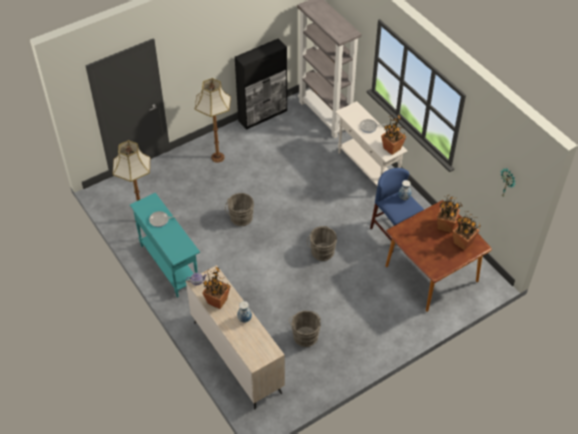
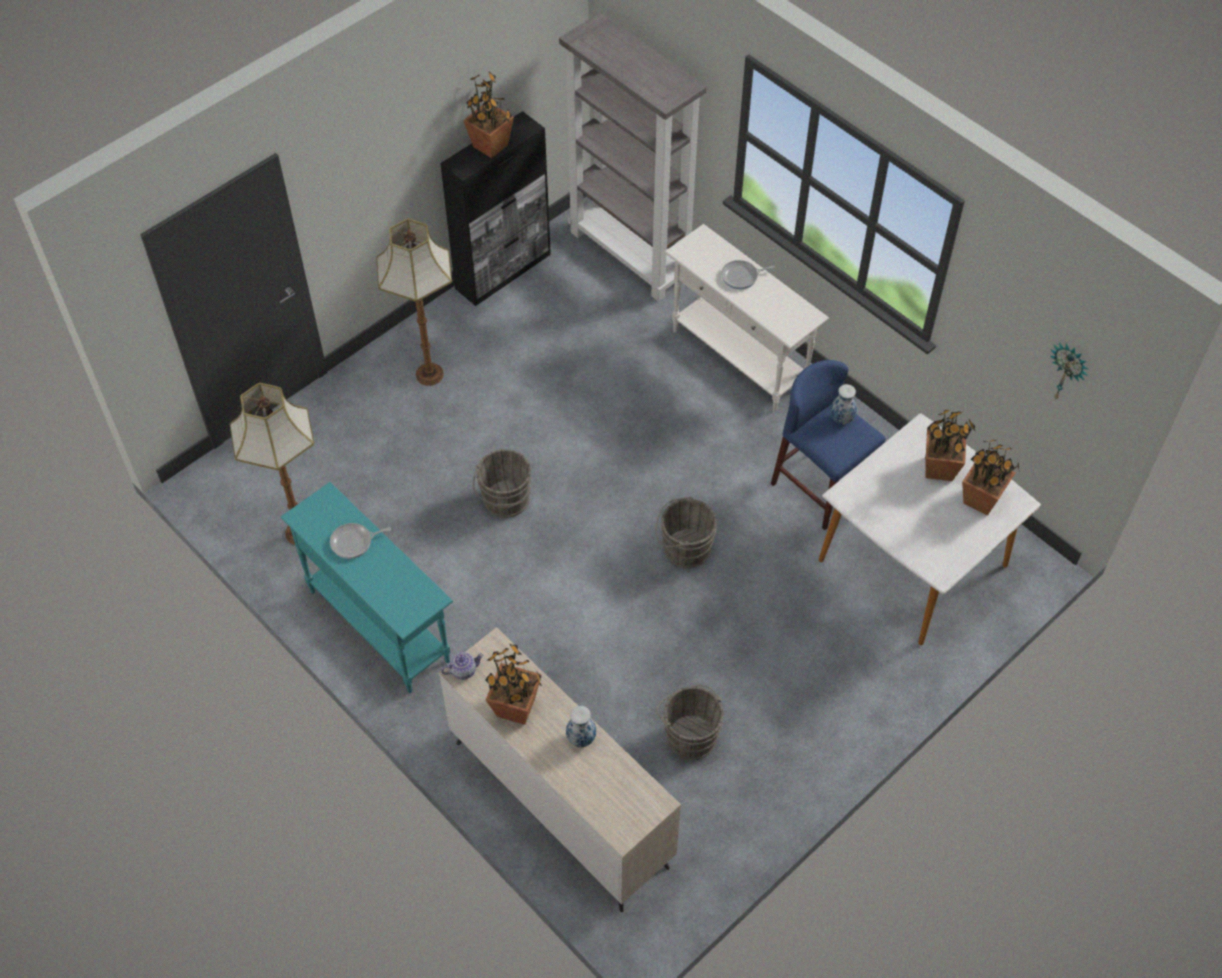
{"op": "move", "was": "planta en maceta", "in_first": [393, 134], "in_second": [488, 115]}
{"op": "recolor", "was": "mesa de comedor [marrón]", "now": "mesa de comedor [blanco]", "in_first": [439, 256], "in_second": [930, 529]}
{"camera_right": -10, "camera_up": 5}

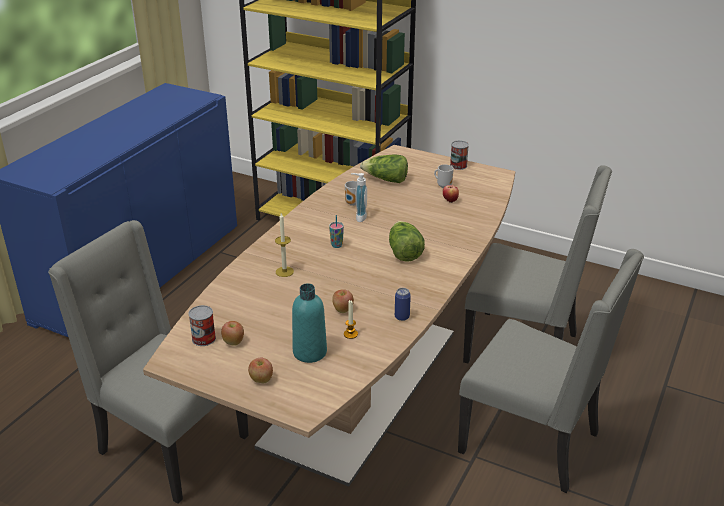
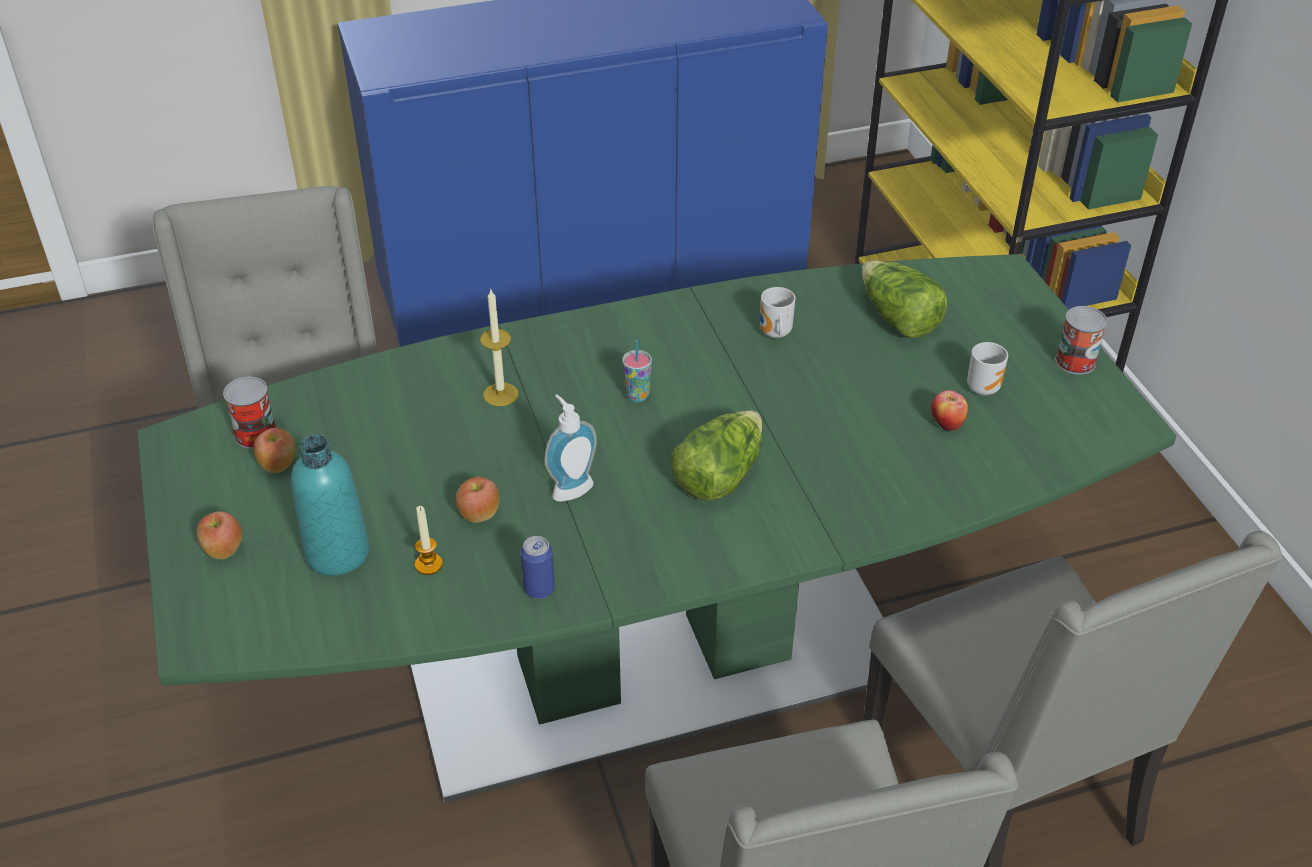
{"op": "recolor", "was": "mesa de comedor [marrón]", "now": "mesa de comedor [verde]", "in_first": [329, 316], "in_second": [656, 528]}
{"op": "move", "was": "dispensador de jabón", "in_first": [359, 197], "in_second": [571, 448]}
{"camera_right": 45, "camera_up": 10}

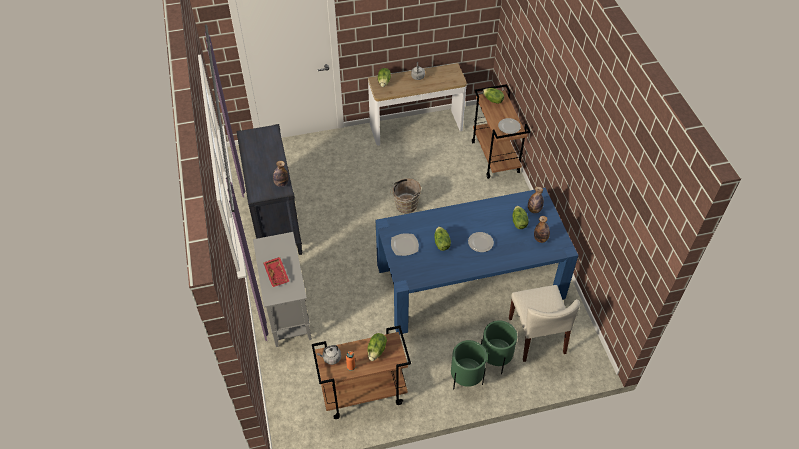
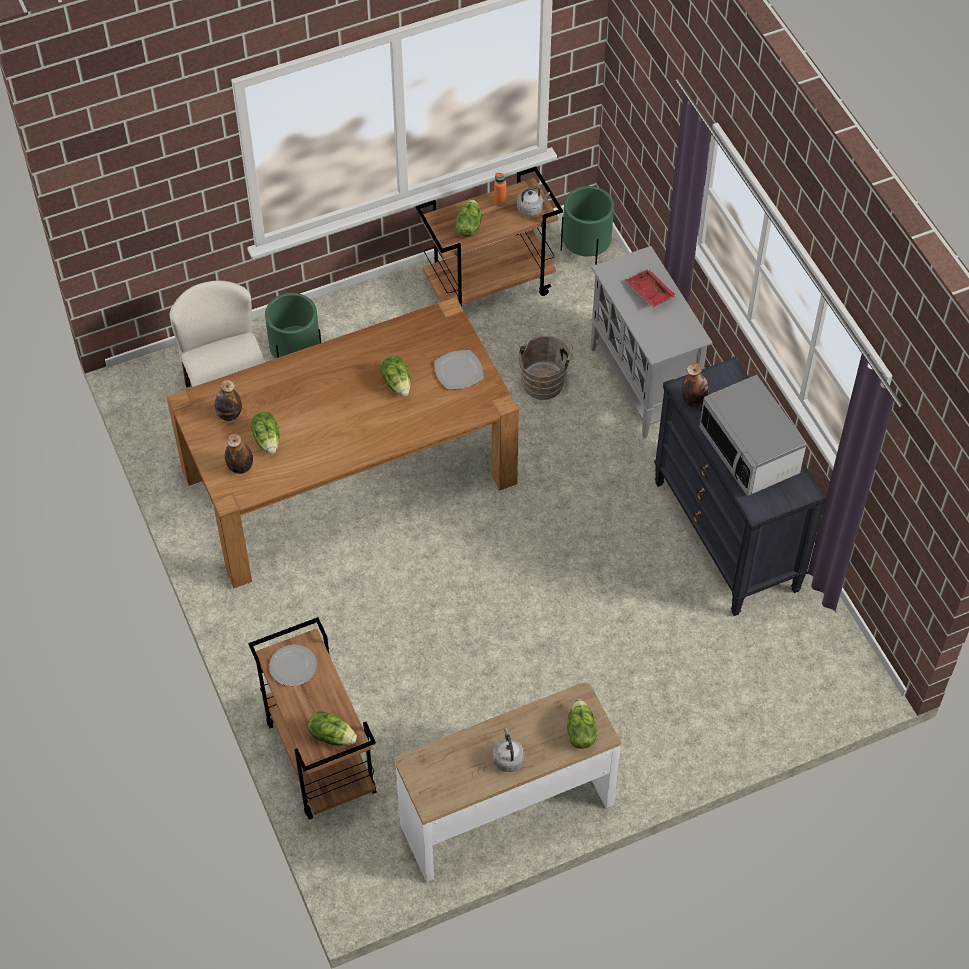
{"op": "recolor", "was": "mesa de comedor [azul]", "now": "mesa de comedor [marrón]", "in_first": [477, 261], "in_second": [342, 442]}
{"op": "move", "was": "cubo [marrón]", "in_first": [405, 195], "in_second": [546, 365]}
{"op": "move", "was": "maceta [verde]", "in_first": [469, 364], "in_second": [587, 225]}
{"op": "insert", "now": "microondas", "in_second": [753, 435]}
{"op": "delete", "was": "plato", "in_first": [481, 242]}
{"camera_right": 170, "camera_up": 5}

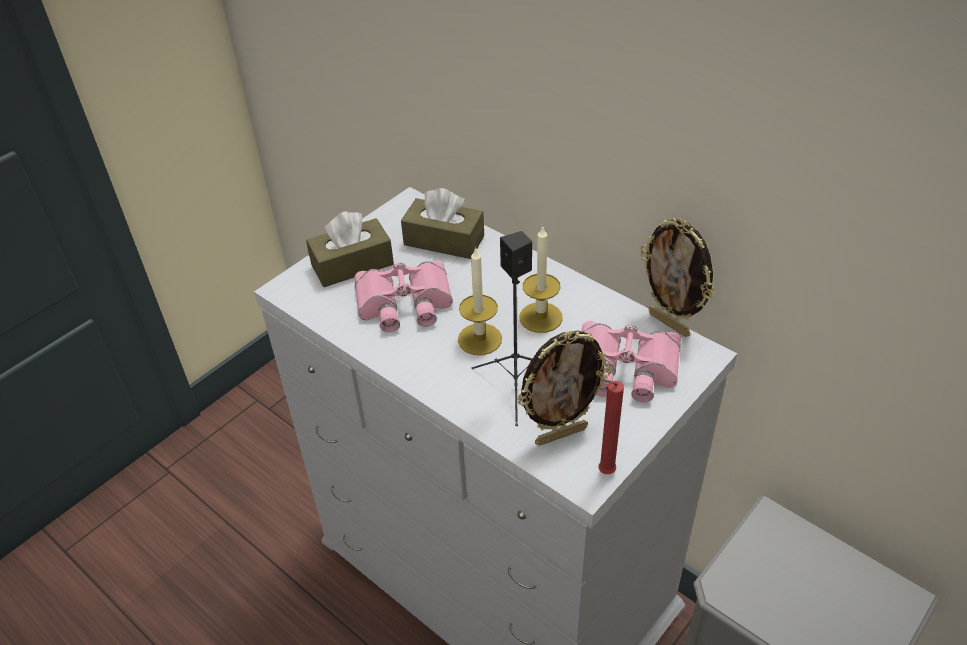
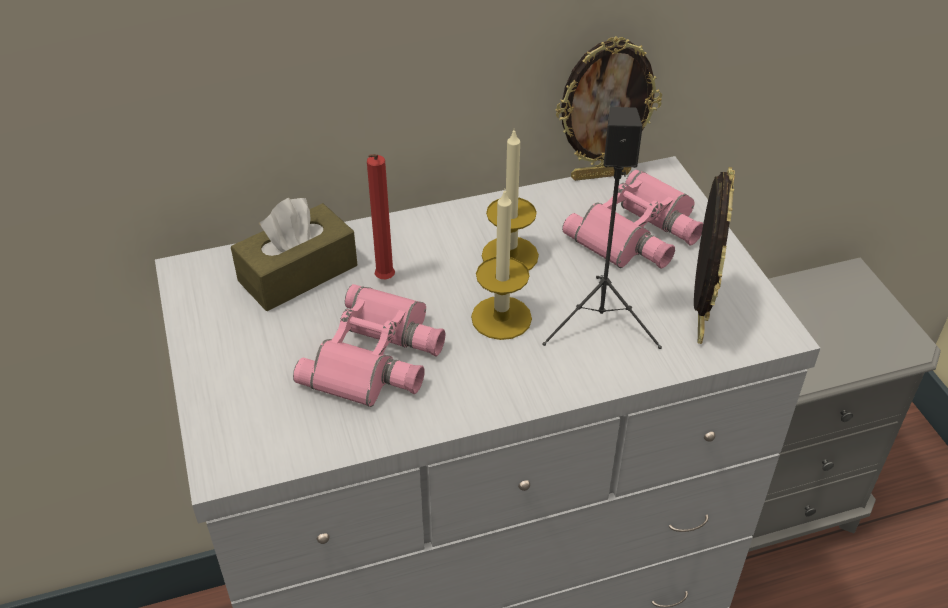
{"op": "move", "was": "vela [rojo]", "in_first": [611, 426], "in_second": [381, 216]}
{"op": "delete", "was": "caja de pañuelos [marrón]", "in_first": [350, 249]}
{"camera_right": -60, "camera_up": 0}

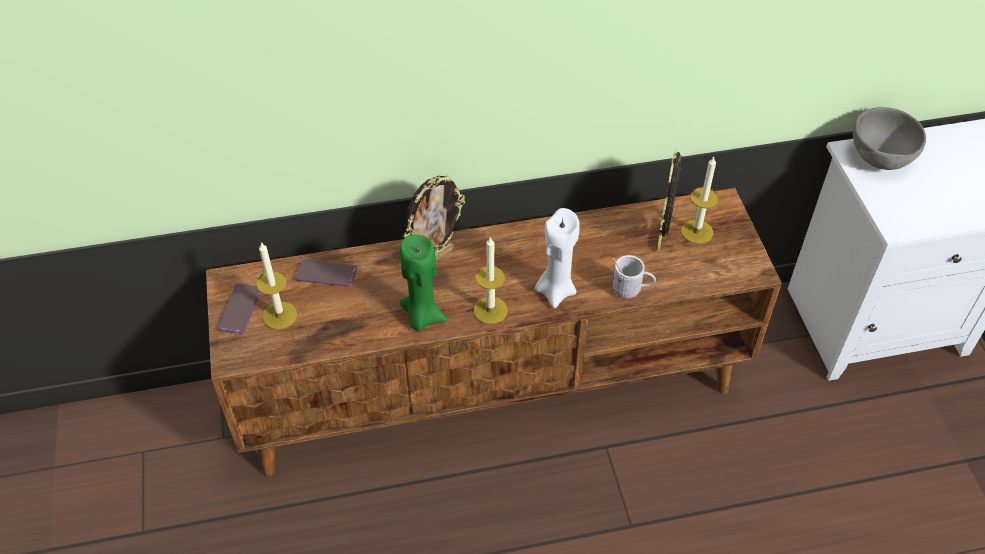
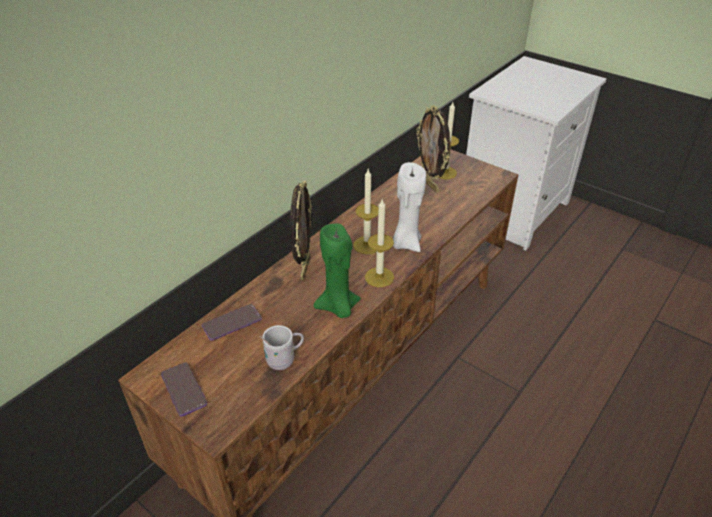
{"op": "move", "was": "taza grande [blanco]", "in_first": [634, 277], "in_second": [282, 347]}
{"op": "move", "was": "vela", "in_first": [276, 285], "in_second": [365, 211]}
{"op": "delete", "was": "cuenco [gris]", "in_first": [889, 138]}
{"camera_right": -40, "camera_up": -10}

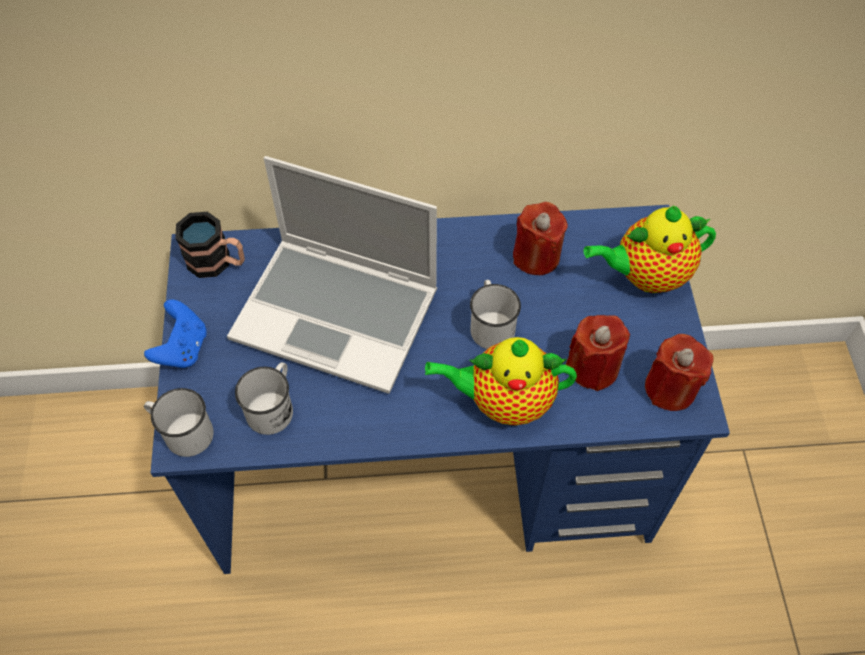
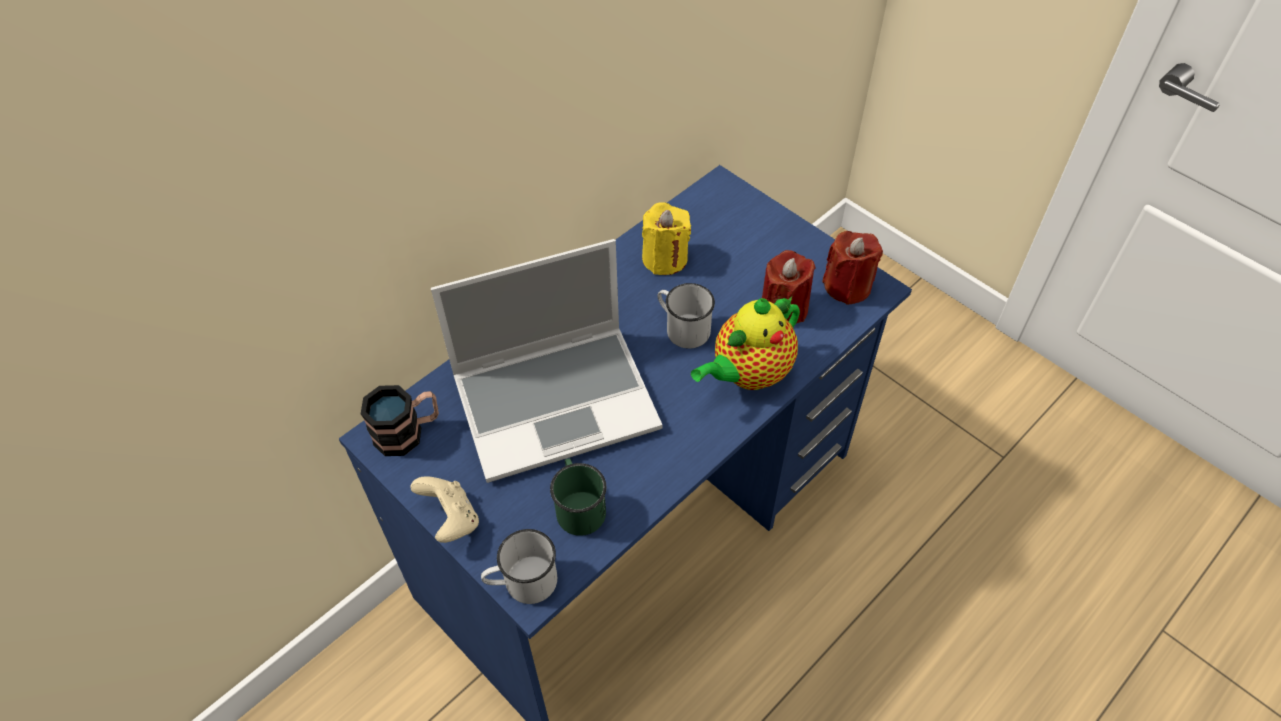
{"op": "recolor", "was": "mando de consola [azul]", "now": "mando de consola [beis]", "in_first": [175, 333], "in_second": [444, 509]}
{"op": "recolor", "was": "taza grande [blanco]", "now": "taza grande [verde]", "in_first": [264, 398], "in_second": [578, 497]}
{"op": "recolor", "was": "vela [rojo]", "now": "vela [amarillo]", "in_first": [540, 238], "in_second": [666, 238]}
{"op": "delete", "was": "tetera", "in_first": [650, 249]}
{"camera_right": -40, "camera_up": -5}

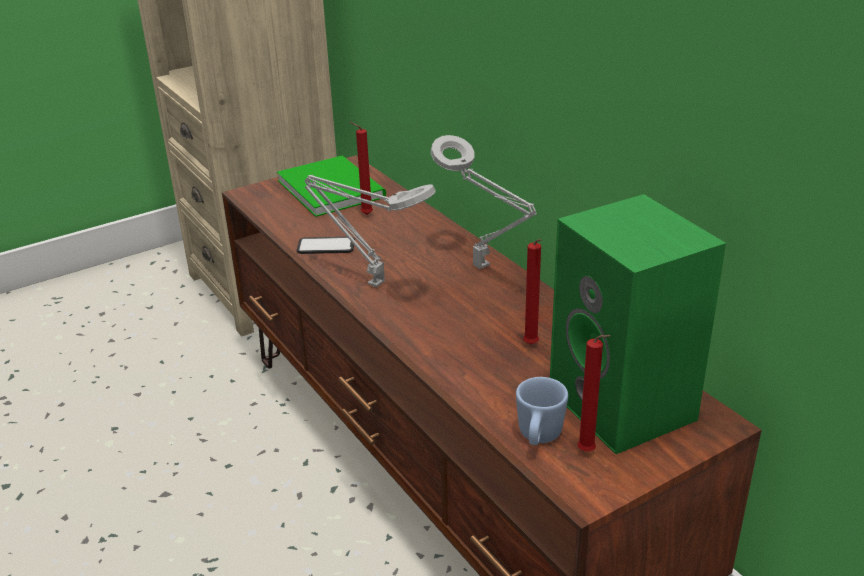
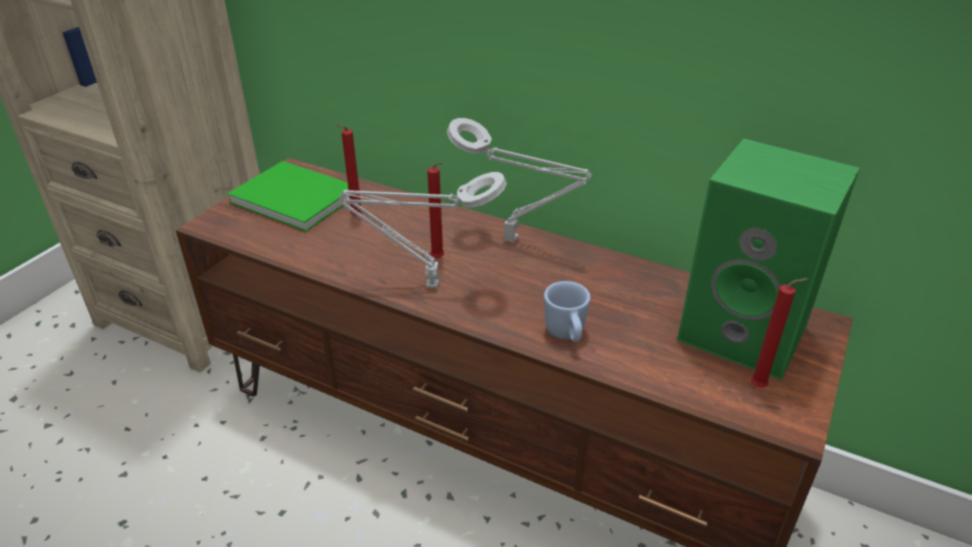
{"op": "move", "was": "vela [rojo]", "in_first": [532, 291], "in_second": [435, 210]}
{"op": "move", "was": "taza grande [azul]", "in_first": [542, 411], "in_second": [567, 311]}
{"op": "delete", "was": "móvil", "in_first": [326, 245]}
{"camera_right": -30, "camera_up": 5}

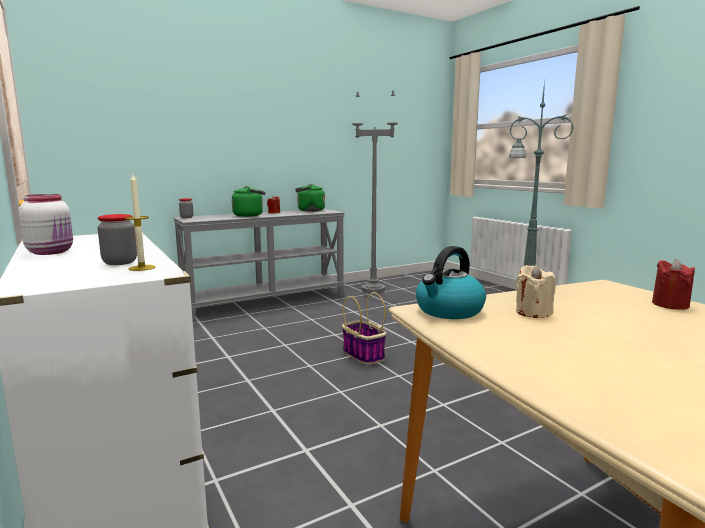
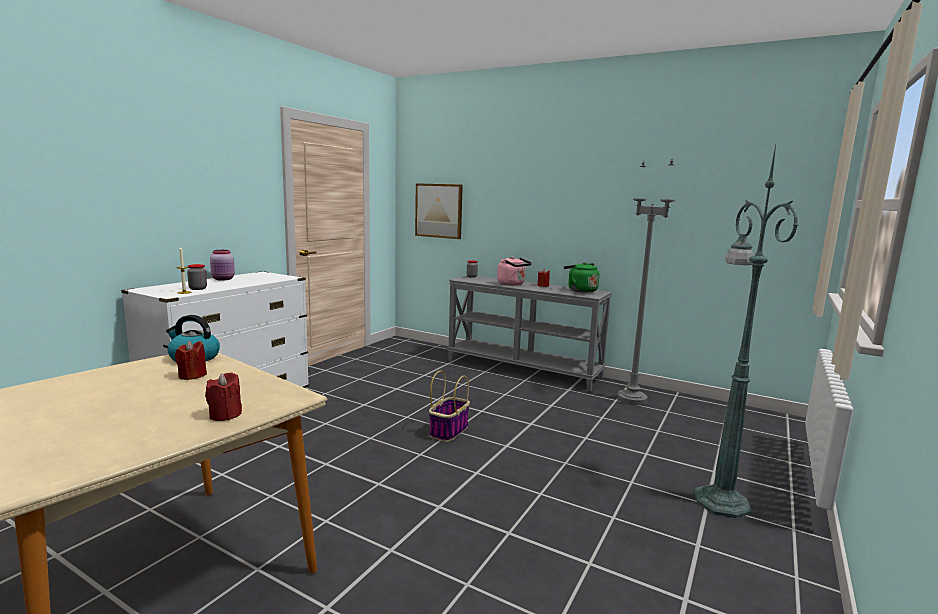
{"op": "recolor", "was": "vela [beis]", "now": "vela [rojo]", "in_first": [536, 291], "in_second": [191, 360]}
{"op": "recolor", "was": "tarro [blanco]", "now": "tarro [rosa]", "in_first": [46, 224], "in_second": [222, 265]}
{"op": "insert", "now": "cuadro", "in_second": [439, 211]}
{"op": "recolor", "was": "hervidor [verde]", "now": "hervidor [rosa]", "in_first": [248, 201], "in_second": [514, 271]}
{"camera_right": 60, "camera_up": 0}

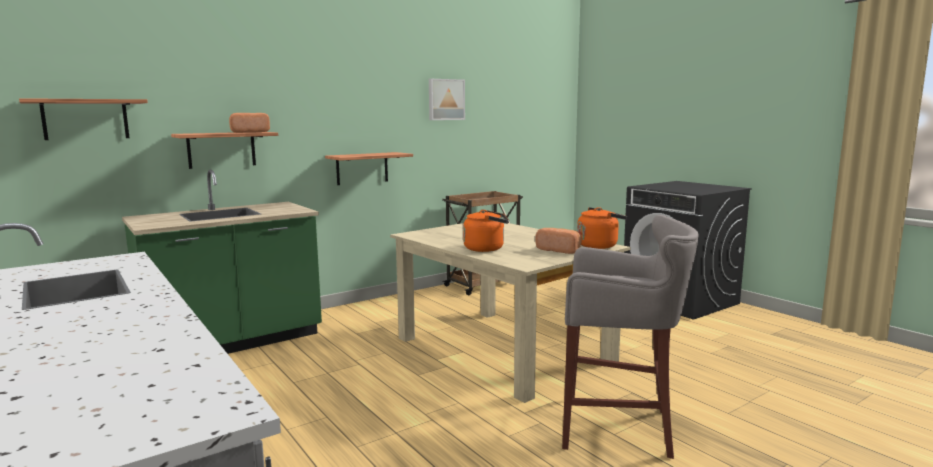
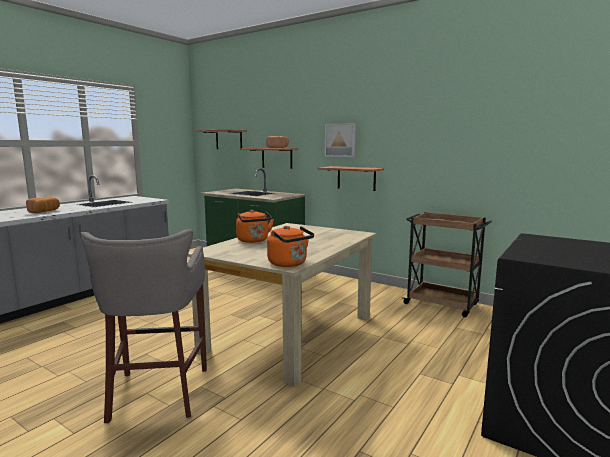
{"op": "move", "was": "pan", "in_first": [558, 241], "in_second": [43, 204]}
{"op": "move", "was": "cuadro", "in_first": [447, 99], "in_second": [340, 140]}
{"camera_right": 70, "camera_up": 0}

